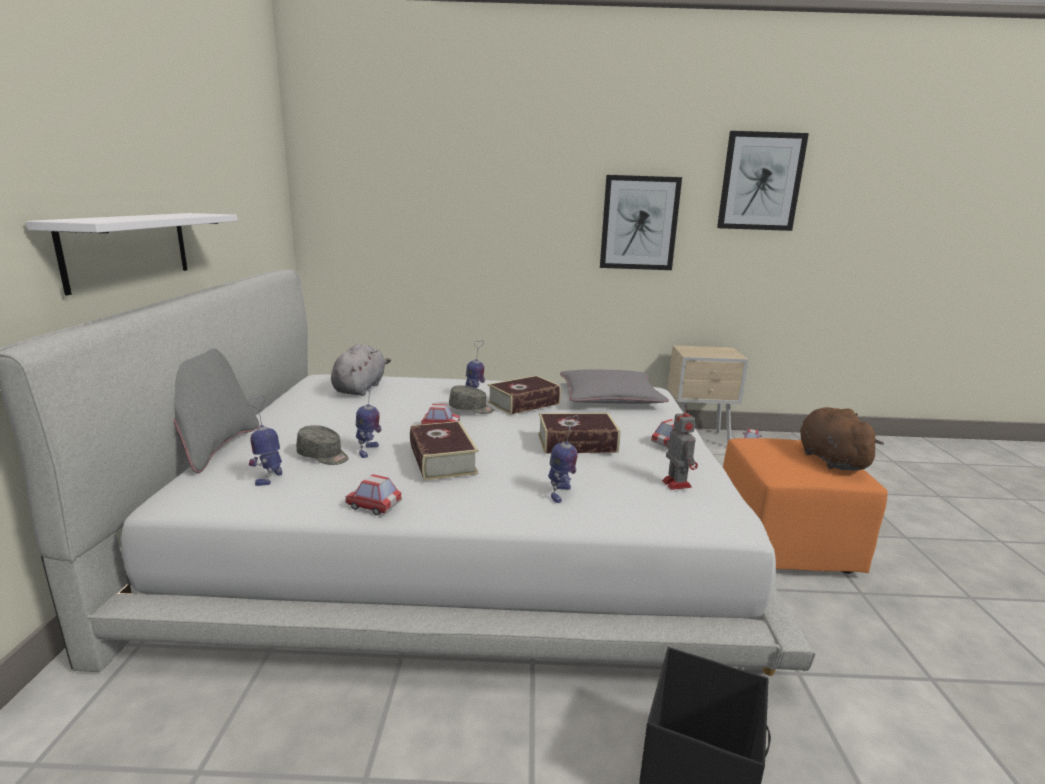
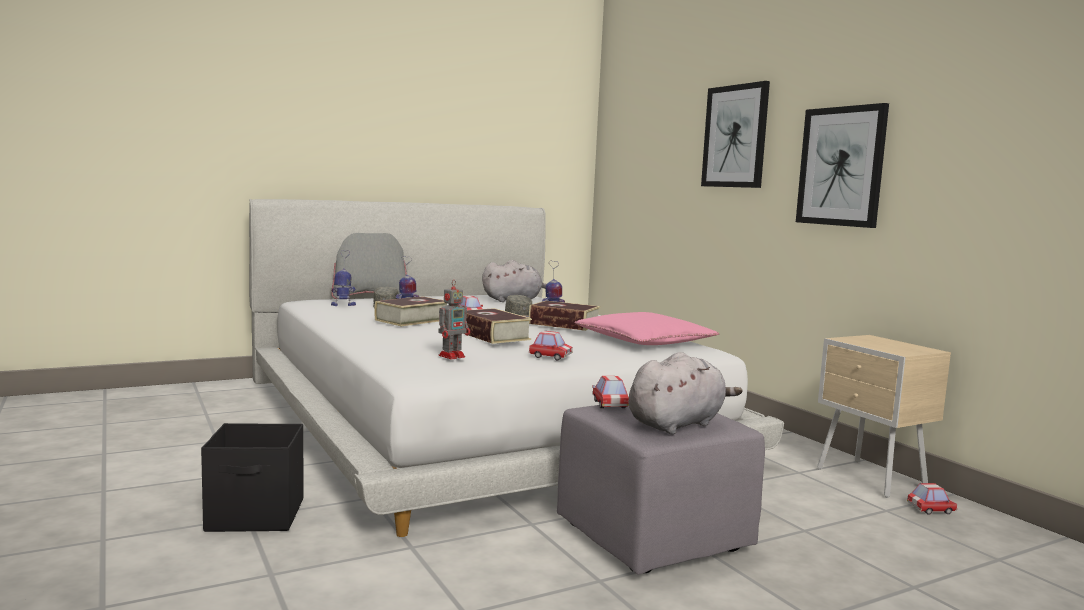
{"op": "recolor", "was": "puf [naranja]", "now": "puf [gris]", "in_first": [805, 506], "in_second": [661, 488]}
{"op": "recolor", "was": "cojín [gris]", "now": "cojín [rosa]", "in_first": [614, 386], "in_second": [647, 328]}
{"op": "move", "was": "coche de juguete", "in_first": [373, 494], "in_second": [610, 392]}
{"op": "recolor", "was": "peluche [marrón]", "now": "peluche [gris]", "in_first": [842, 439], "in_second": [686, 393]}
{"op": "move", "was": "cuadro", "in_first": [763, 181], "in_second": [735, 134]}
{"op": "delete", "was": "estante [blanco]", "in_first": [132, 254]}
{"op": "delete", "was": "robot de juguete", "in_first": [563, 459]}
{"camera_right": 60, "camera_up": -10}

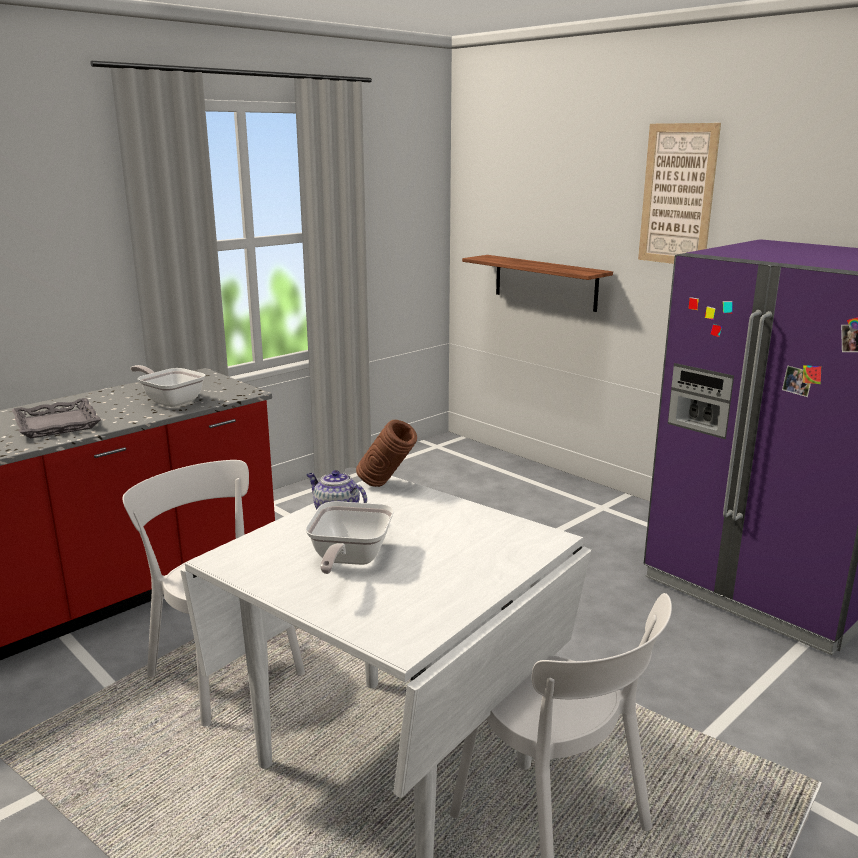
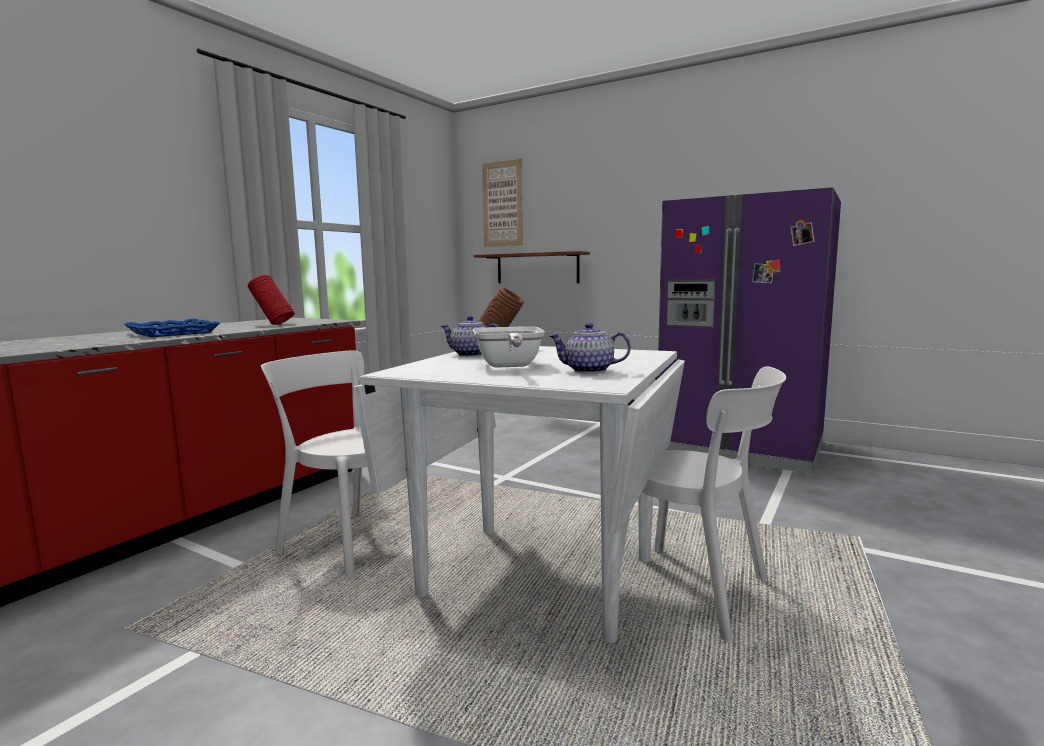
{"op": "recolor", "was": "bandeja [gris]", "now": "bandeja [azul]", "in_first": [56, 418], "in_second": [172, 328]}
{"op": "replace", "was": "sartén", "now": "florero [rojo]", "in_first": [168, 386], "in_second": [271, 300]}
{"op": "move", "was": "cuadro", "in_first": [679, 193], "in_second": [502, 203]}
{"op": "insert", "now": "tetera", "in_second": [590, 348]}
{"camera_right": -15, "camera_up": -10}

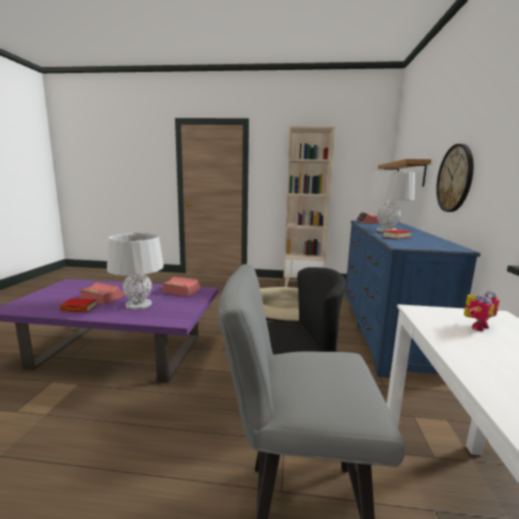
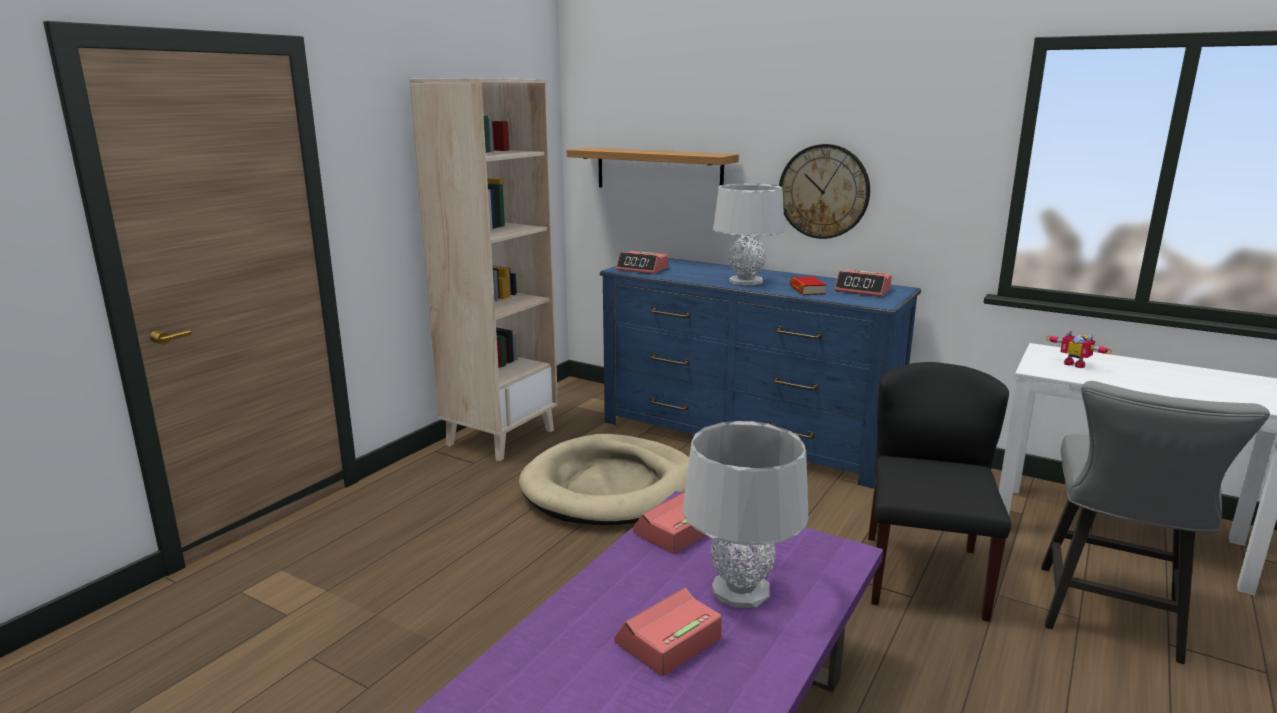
{"op": "insert", "now": "despertador", "in_second": [863, 283]}
{"op": "rotate", "was": "robot de juguete", "in_first": [482, 311], "in_second": [1079, 349], "clockwise": 150}
{"op": "delete", "was": "libro", "in_first": [78, 305]}
{"camera_right": -65, "camera_up": 5}

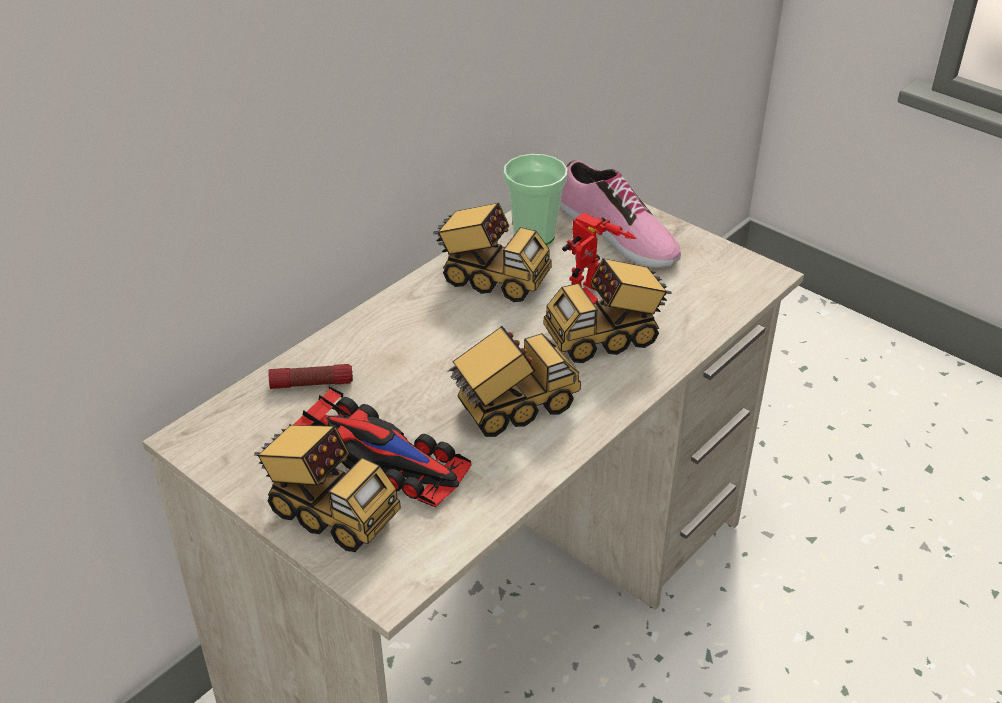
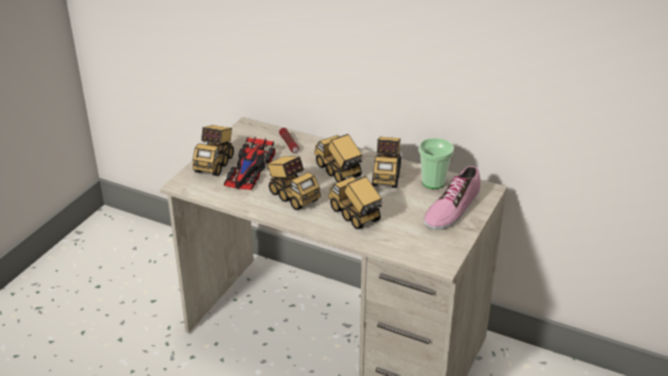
{"op": "insert", "now": "camión de juguete", "in_second": [339, 158]}
{"op": "delete", "was": "robot de juguete", "in_first": [599, 258]}
{"camera_right": 75, "camera_up": -5}

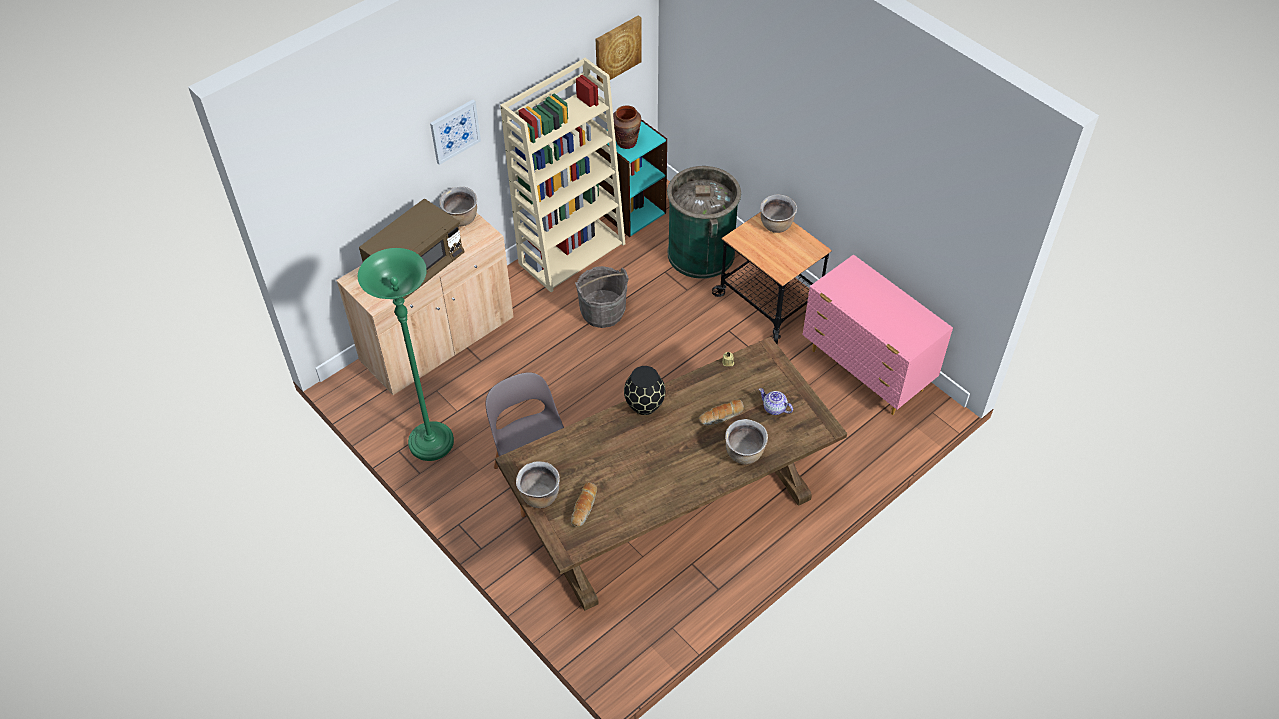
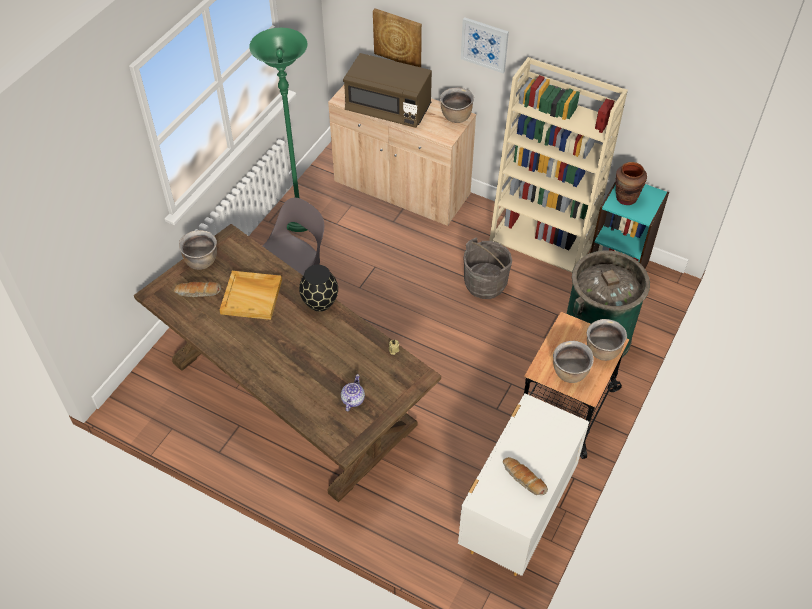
{"op": "insert", "now": "bandeja [beis]", "in_second": [251, 295]}
{"op": "move", "was": "cuadro", "in_first": [619, 49], "in_second": [397, 37]}
{"op": "recolor", "was": "cómoda [rosa]", "now": "cómoda [blanco]", "in_first": [877, 334], "in_second": [523, 484]}
{"op": "move", "was": "pan", "in_first": [721, 413], "in_second": [525, 476]}
{"op": "move", "was": "olla [marrón]", "in_first": [746, 441], "in_second": [573, 361]}
{"camera_right": 70, "camera_up": 0}

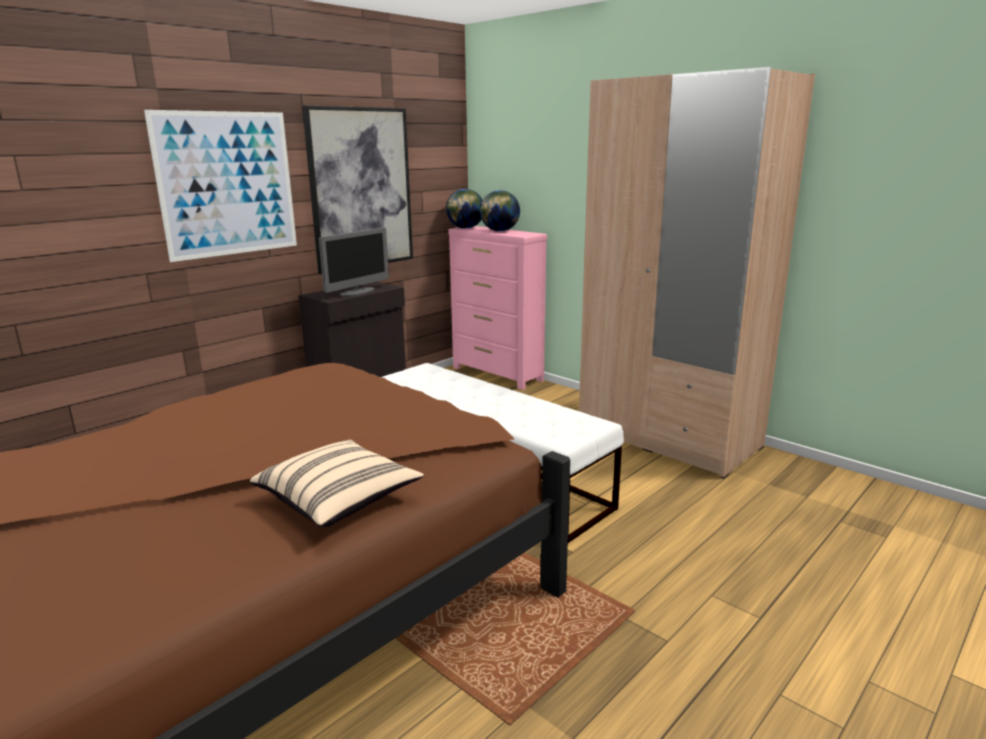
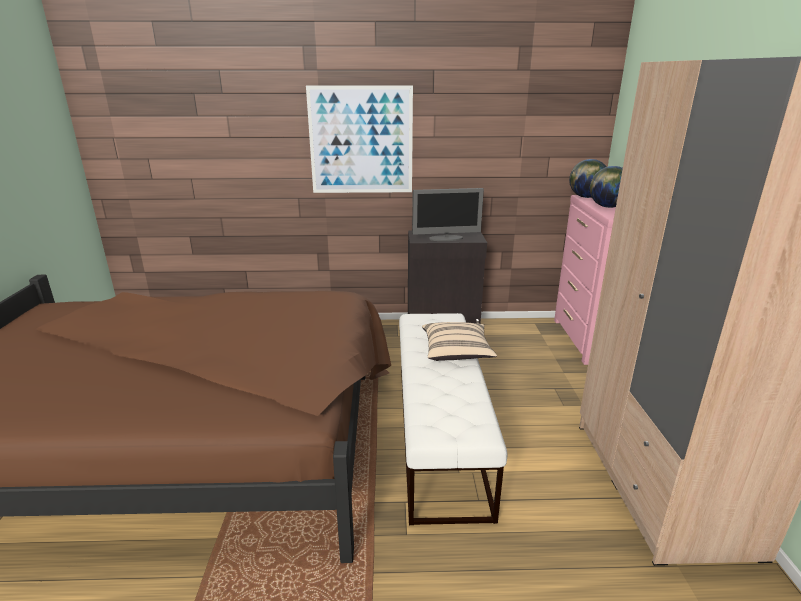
{"op": "move", "was": "cojín [beis]", "in_first": [337, 483], "in_second": [459, 341]}
{"op": "delete", "was": "cuadro", "in_first": [357, 189]}
{"camera_right": 45, "camera_up": 5}

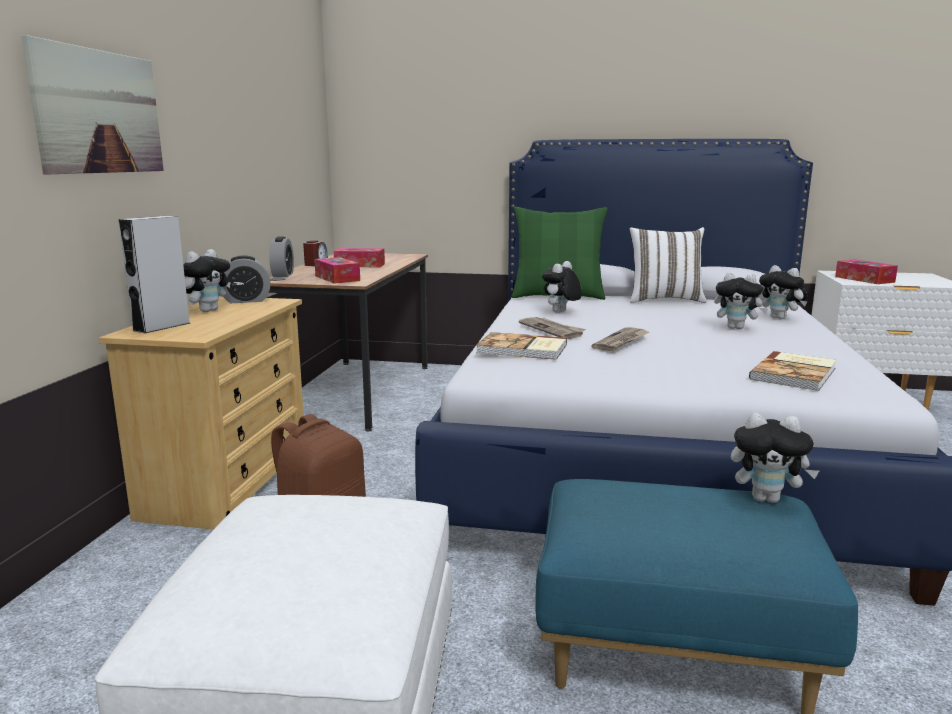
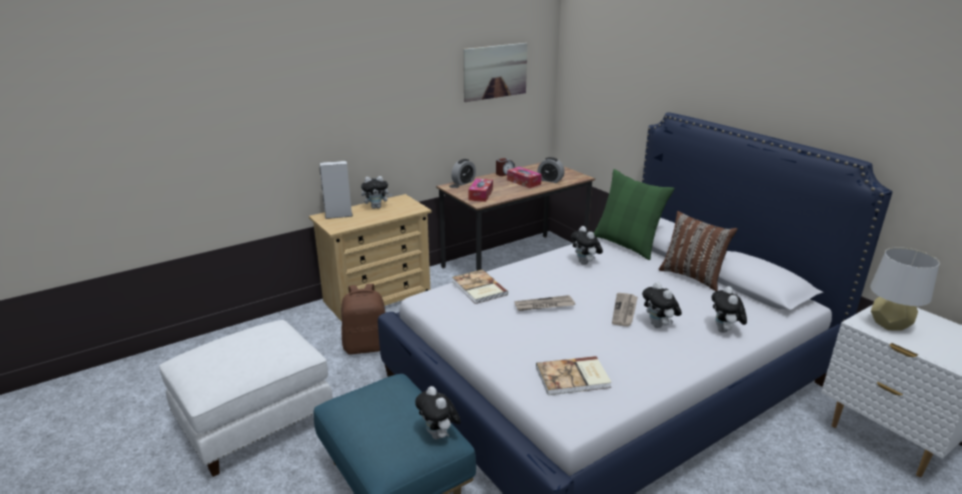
{"op": "move", "was": "cuadro", "in_first": [92, 104], "in_second": [495, 72]}
{"op": "move", "was": "despertador", "in_first": [246, 279], "in_second": [551, 170]}
{"op": "rotate", "was": "peluche", "in_first": [562, 287], "in_second": [587, 245], "clockwise": -105}
{"op": "move", "was": "periódico", "in_first": [552, 328], "in_second": [625, 310]}
{"op": "recolor", "was": "cojín [blanco]", "now": "cojín [marrón]", "in_first": [668, 265], "in_second": [698, 251]}
{"op": "replace", "was": "caja de pañuelos", "now": "lámpara de mesa [gris]", "in_first": [866, 272], "in_second": [905, 289]}
{"camera_right": 45, "camera_up": 10}

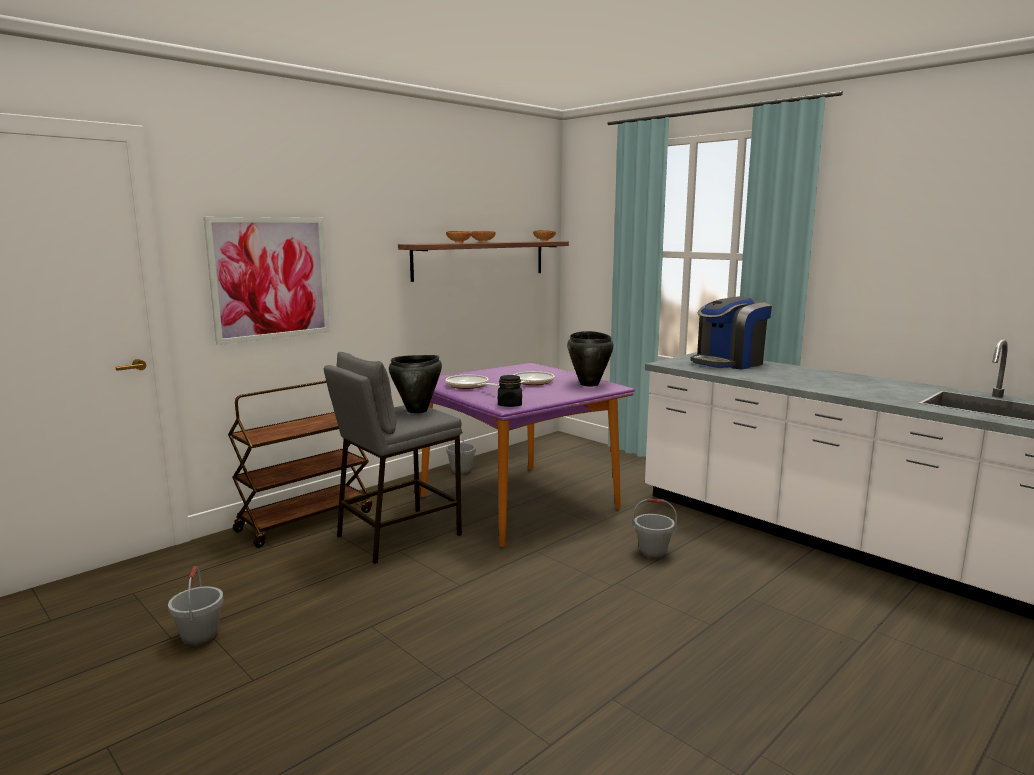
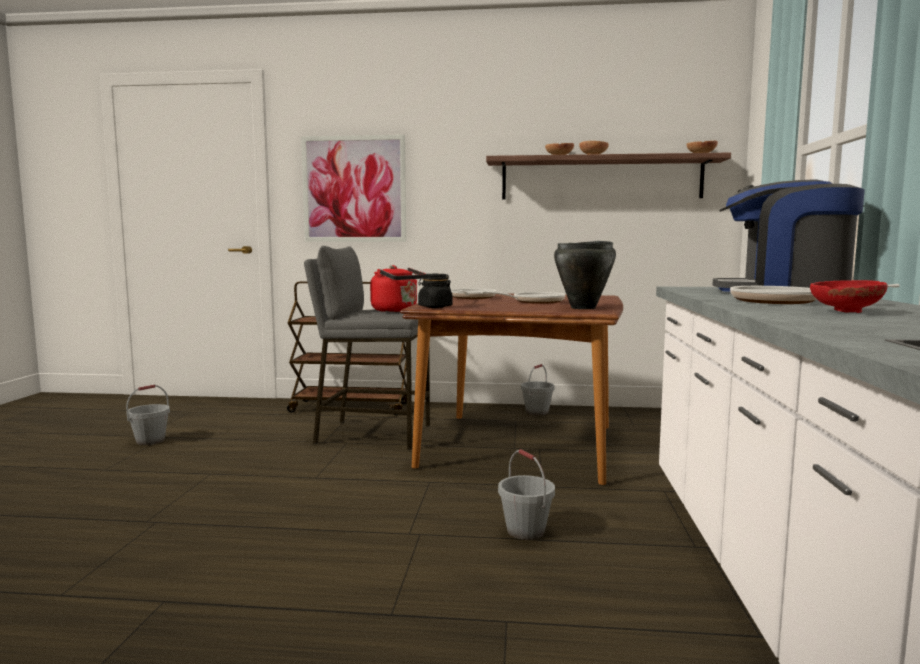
{"op": "replace", "was": "olla [negro]", "now": "hervidor [rojo]", "in_first": [415, 384], "in_second": [397, 288]}
{"op": "recolor", "was": "mesa de comedor [morado]", "now": "mesa de comedor [marrón]", "in_first": [528, 455], "in_second": [511, 389]}
{"op": "insert", "now": "sartén", "in_second": [814, 294]}
{"op": "insert", "now": "cuenco [rojo]", "in_second": [848, 296]}
{"camera_right": 50, "camera_up": -5}

